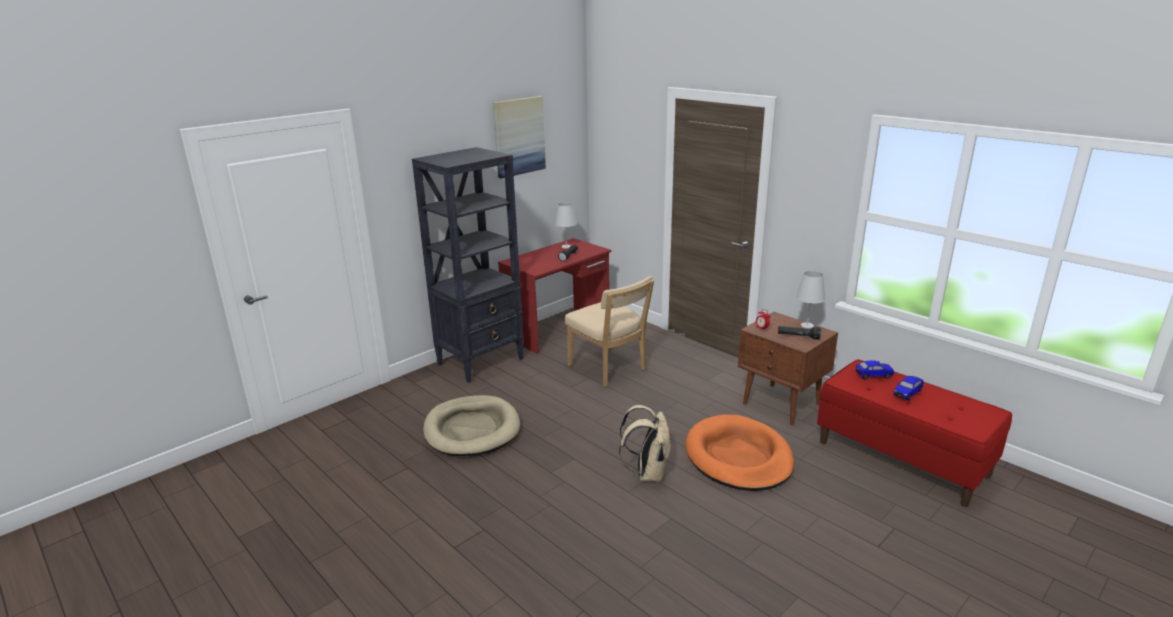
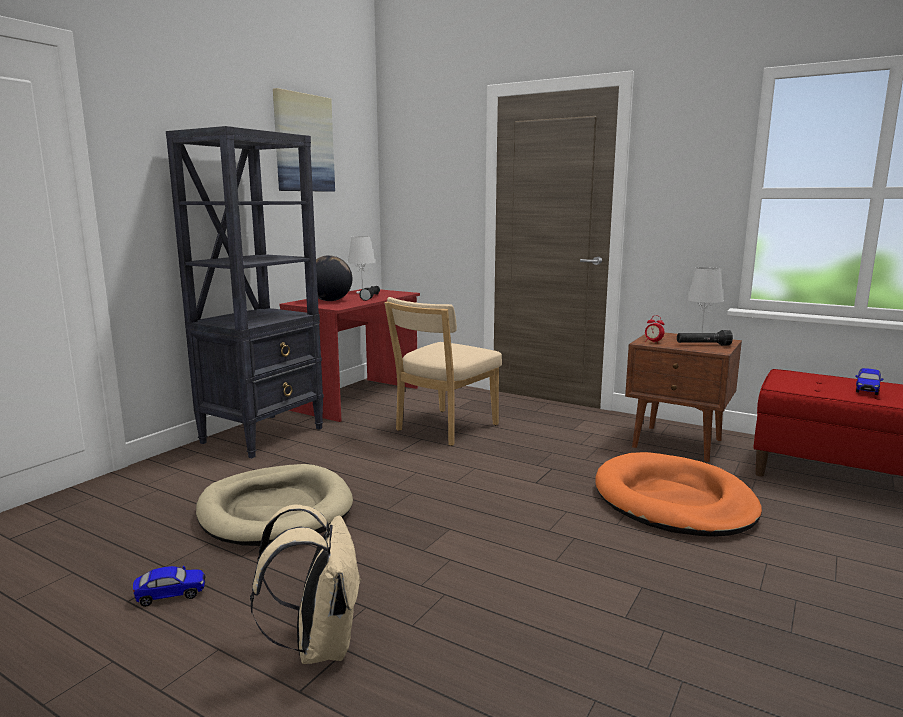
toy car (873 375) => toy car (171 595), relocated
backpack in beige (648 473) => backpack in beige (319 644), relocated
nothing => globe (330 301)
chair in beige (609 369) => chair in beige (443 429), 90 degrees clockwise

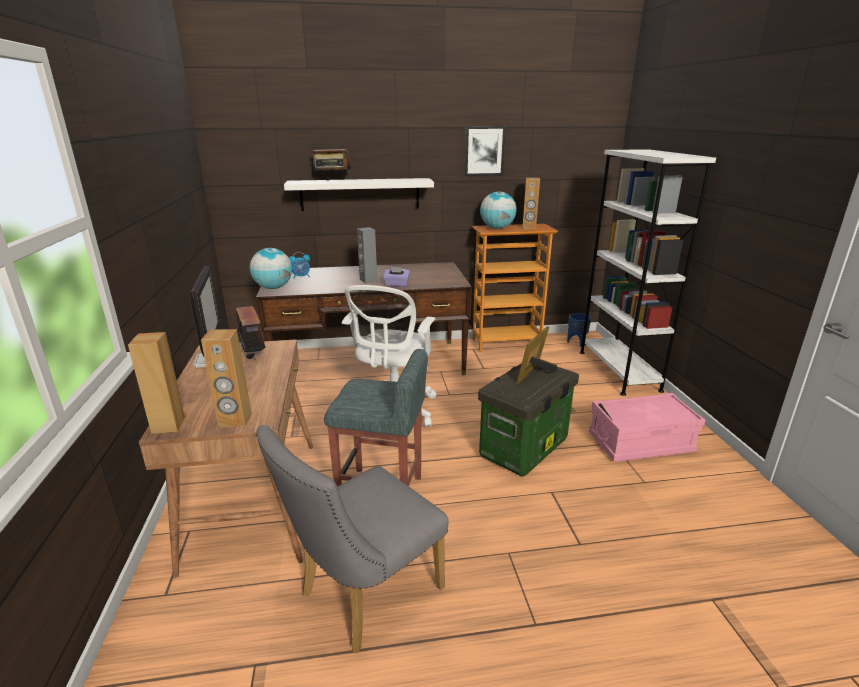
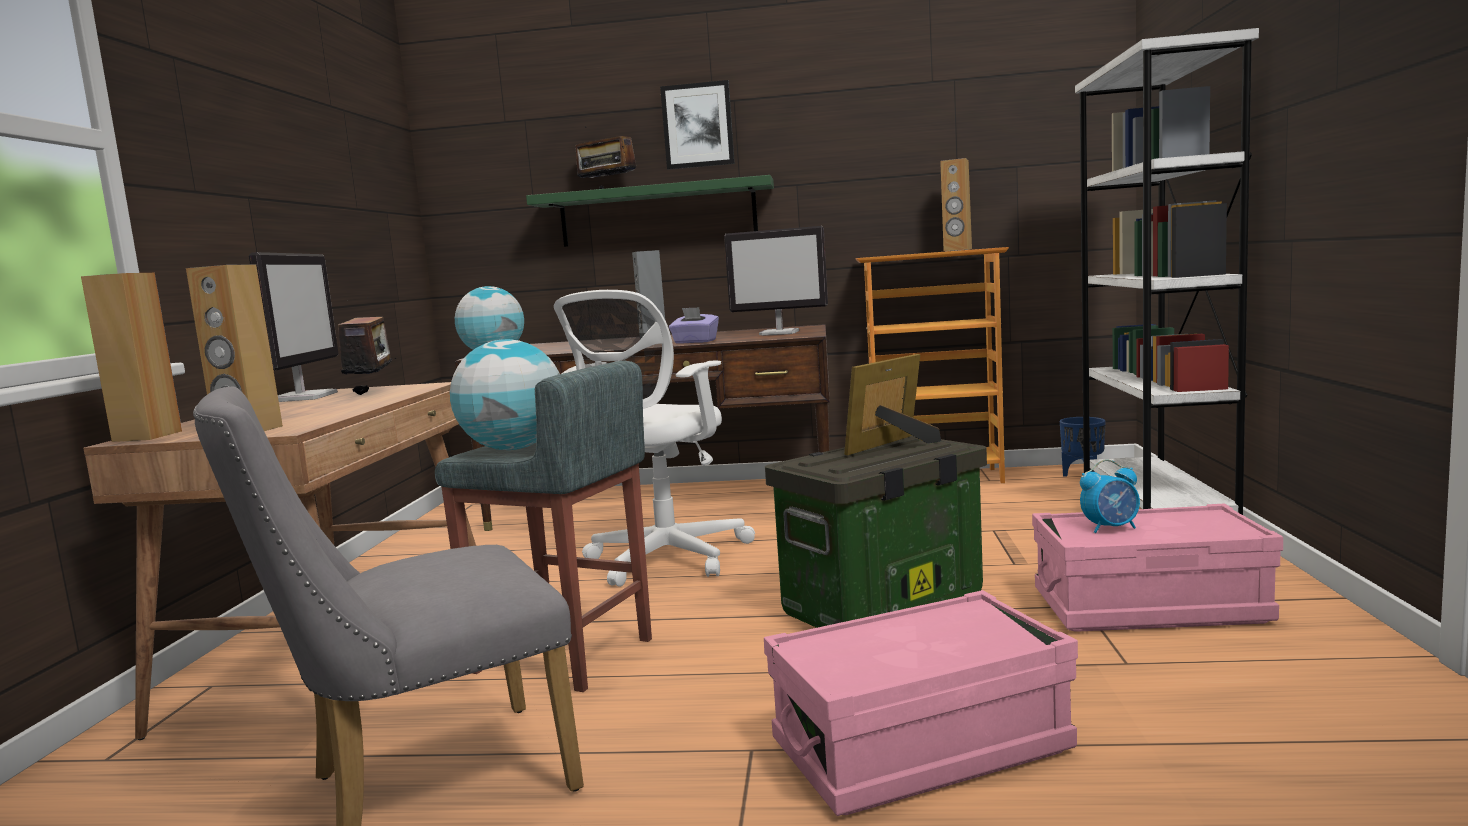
globe (497 228) => globe (513 448), relocated
shelf in white (360 194) => shelf in green (658 214)
picture (484 151) => picture (698 125), relocated
nothing => monitor (780 333)
nothing => storage box in pink (920 747)
alarm clock (301 277) => alarm clock (1111 528), relocated

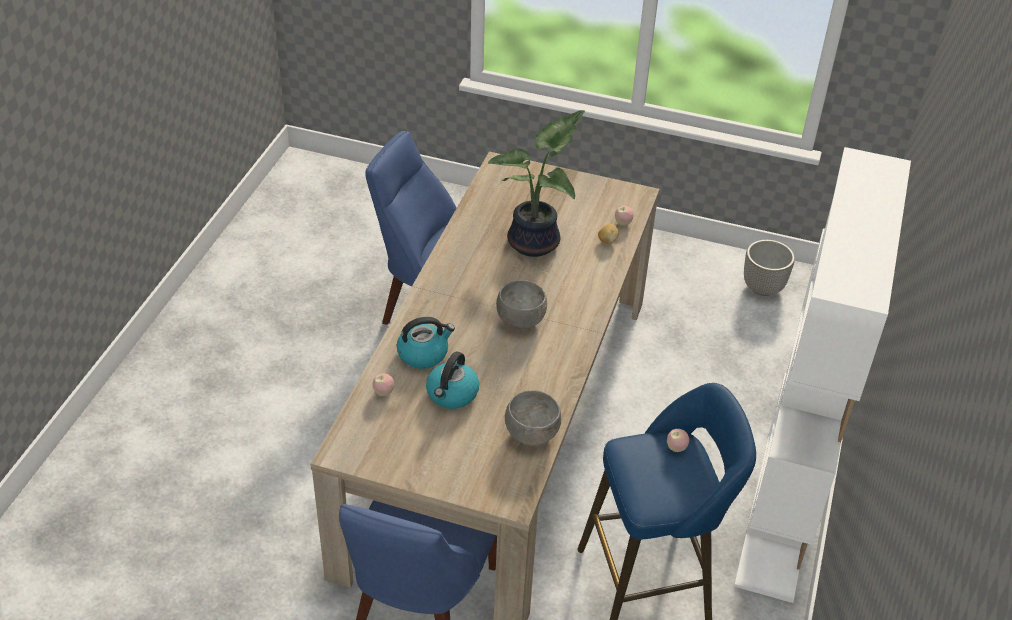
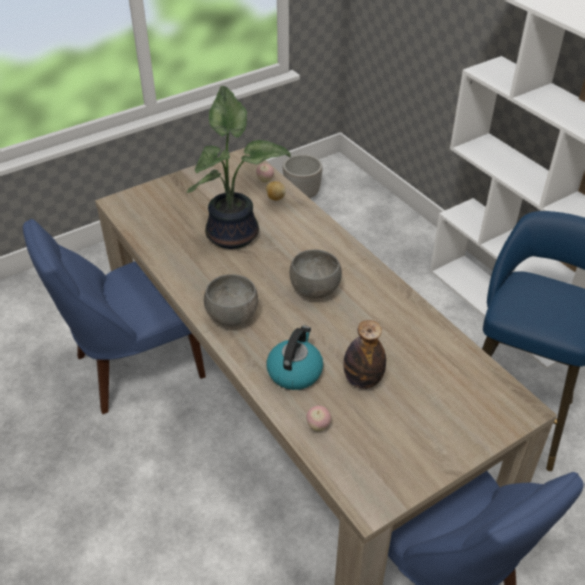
bowl in grey (531 435) => bowl in grey (232 317), relocated
kettle (452 394) => bottle (362 380)
apple (676 448) => nothing

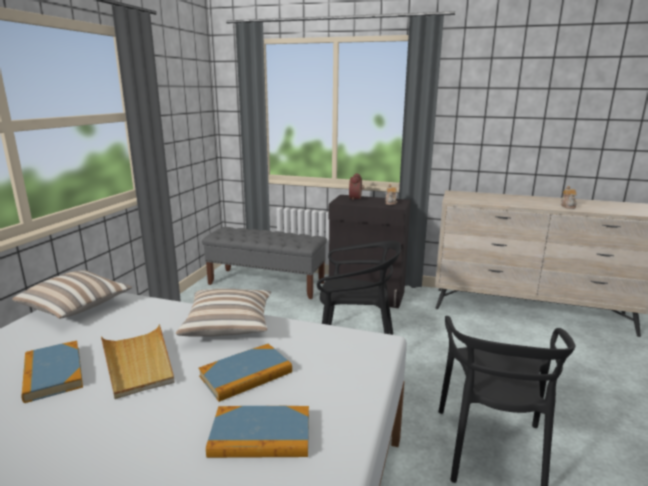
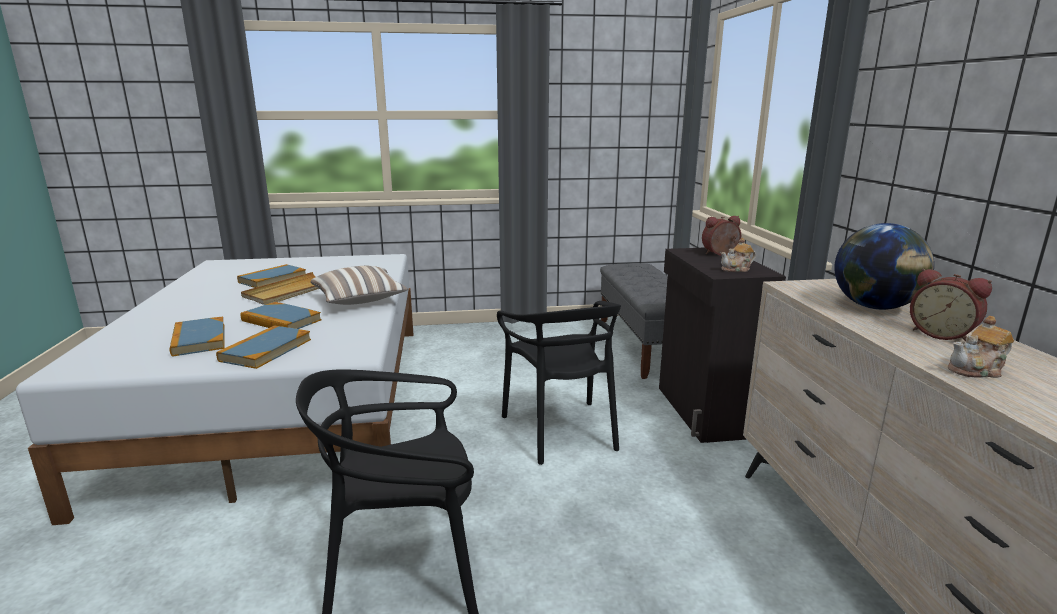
nothing => book (266 350)
nothing => globe (874 307)
nothing => alarm clock (942 334)
pillow (77 308) => nothing

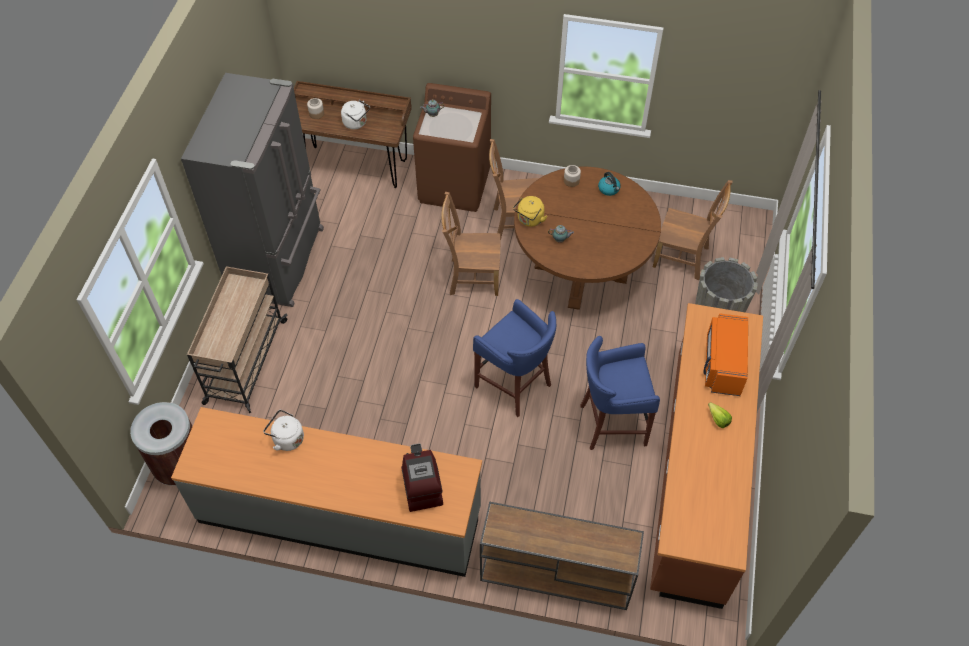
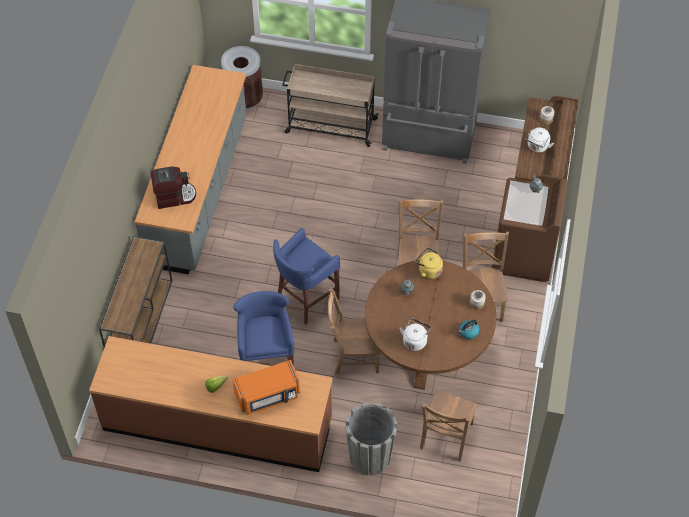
microwave in orange (722 364) => microwave in orange (268 396), 150 degrees clockwise
nothing => chair in brown (353 356)
kettle in white (286 438) => kettle in white (415 340), relocated

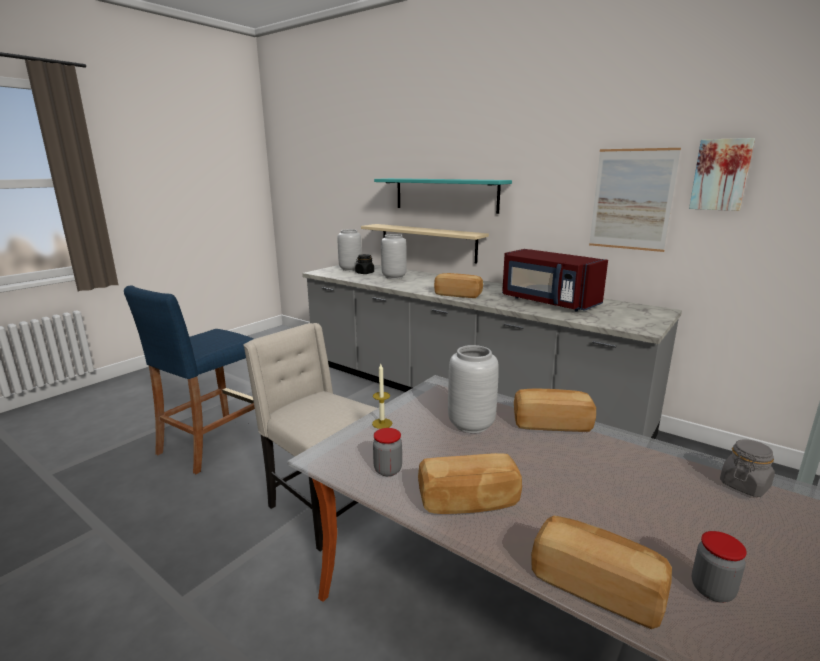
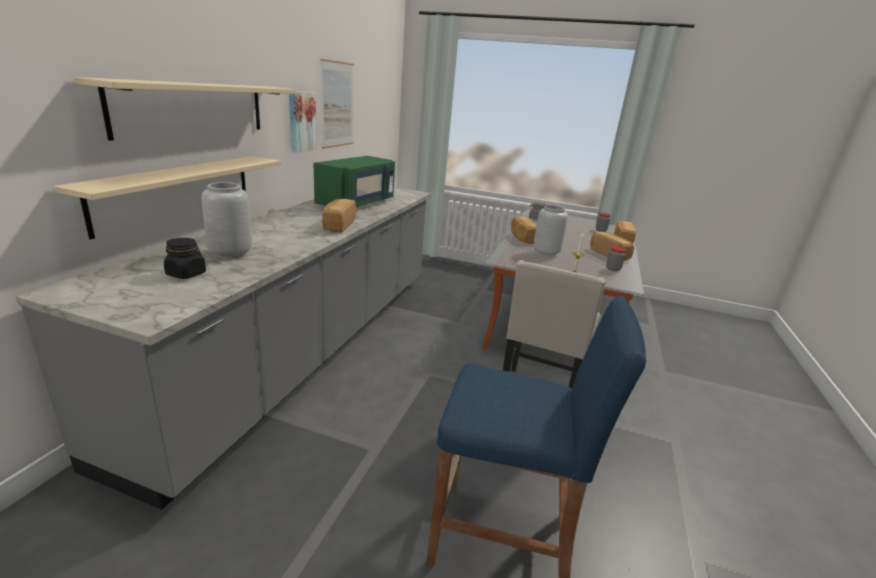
shelf in turquoise (445 195) => shelf in beige (194 108)
picture (721 174) => picture (301 121), relocated
microwave in red (548 302) => microwave in green (357 203)
vase in grey (350 269) => nothing

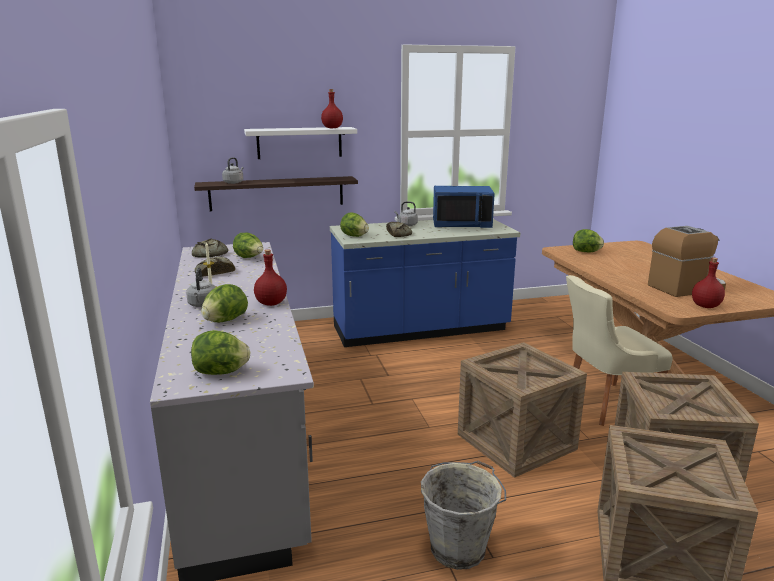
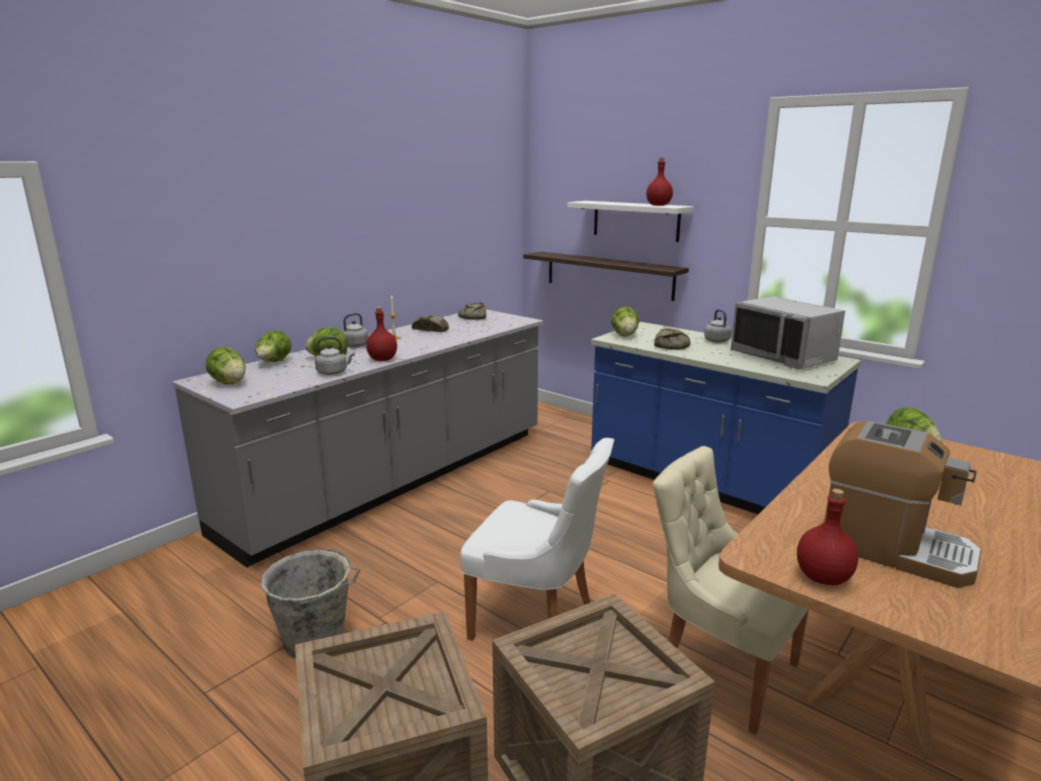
lettuce (249 258) => lettuce (274 362), relocated
kettle in grey (234 182) => kettle in grey (334 372), relocated
crate (516 441) => chair in white (536 621)
microwave in blue (462 224) => microwave in grey (783 357)

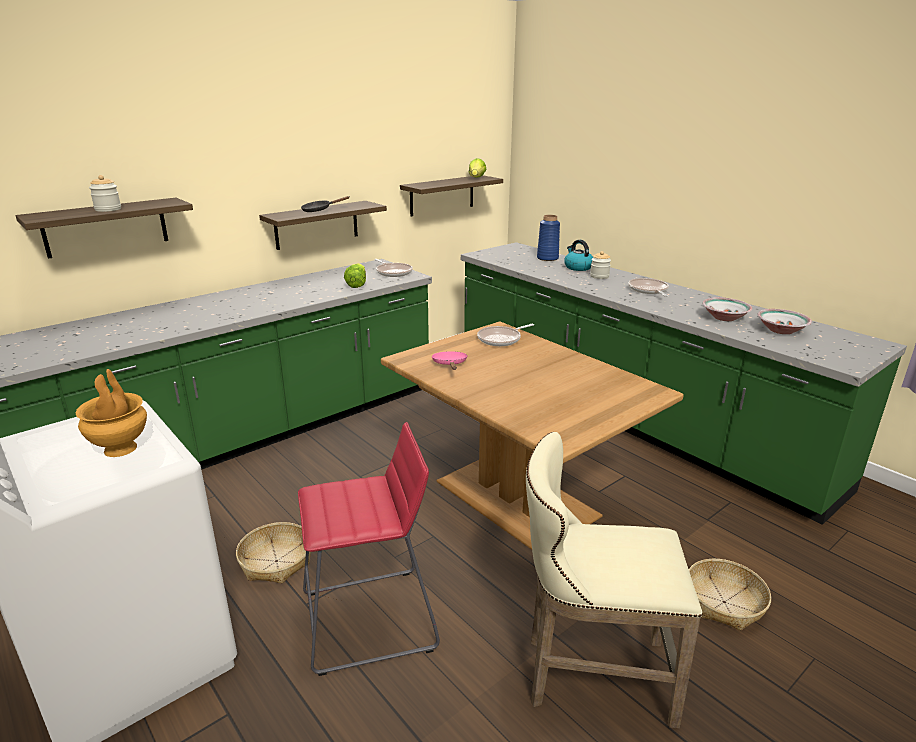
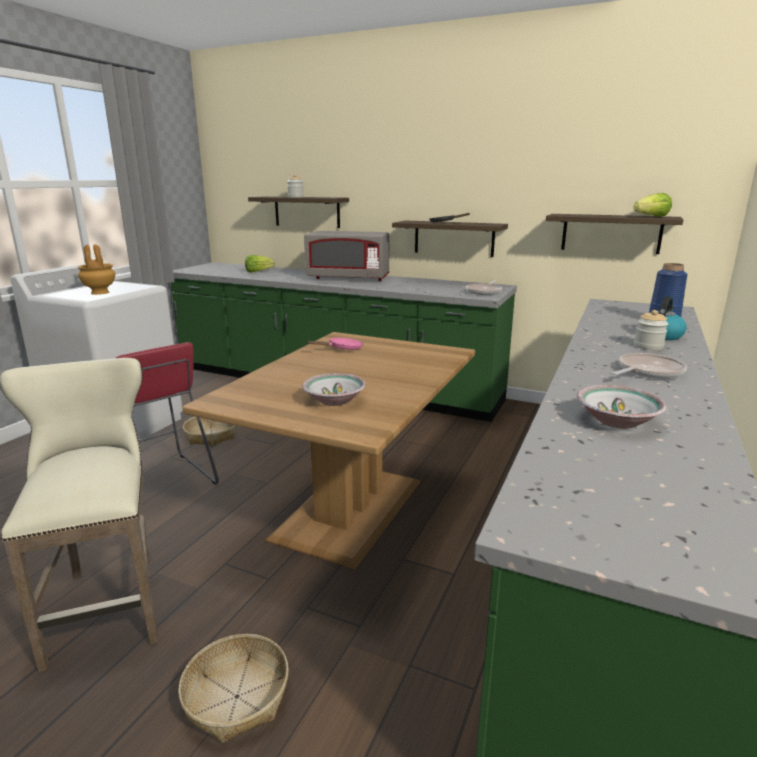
lettuce (357 284) => lettuce (258 272), relocated
bowl (780 330) => bowl (335 400), relocated
nothing => microwave in grey (348 278)
frying pan (501 339) => nothing

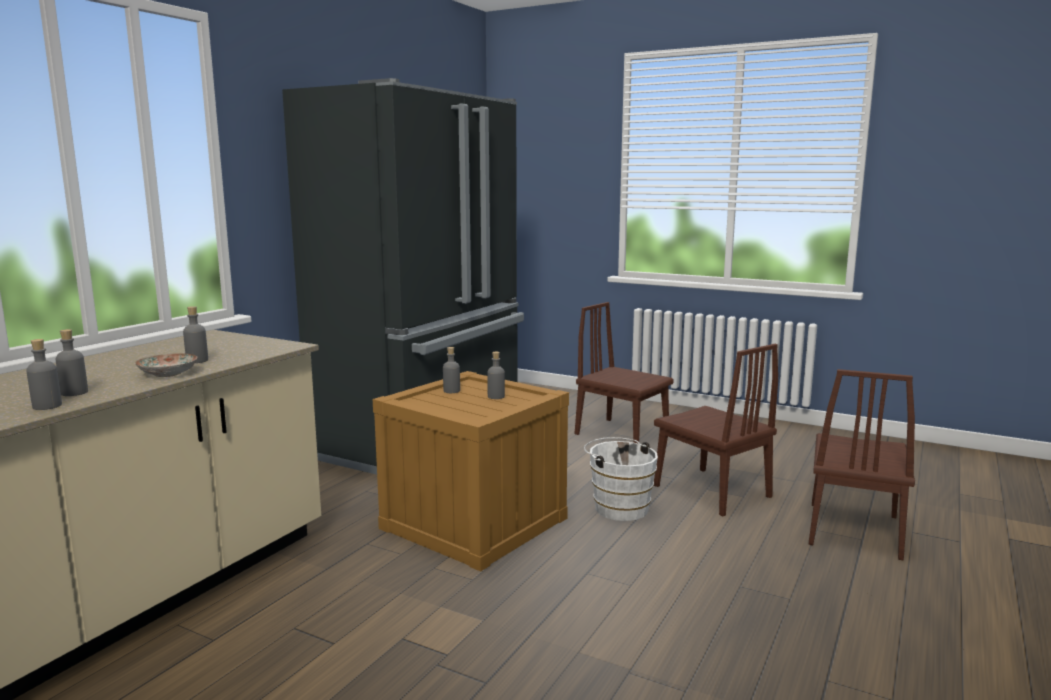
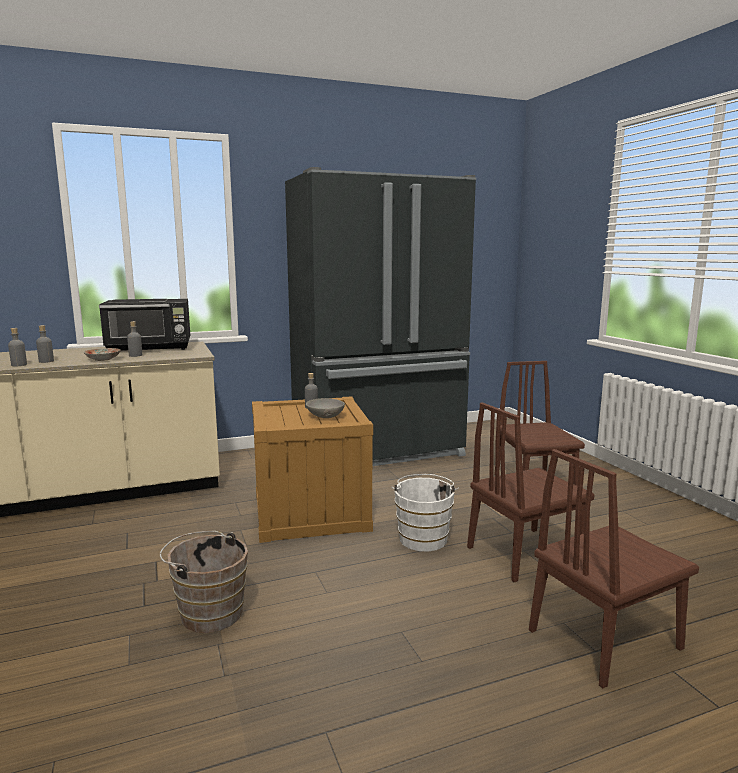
nothing => microwave in black (151 348)
nothing => bucket in brown (208 612)
bottle in grey (496 396) => bowl in grey (326 416)
chair in brown (711 491) => chair in brown (525 553), 60 degrees clockwise

